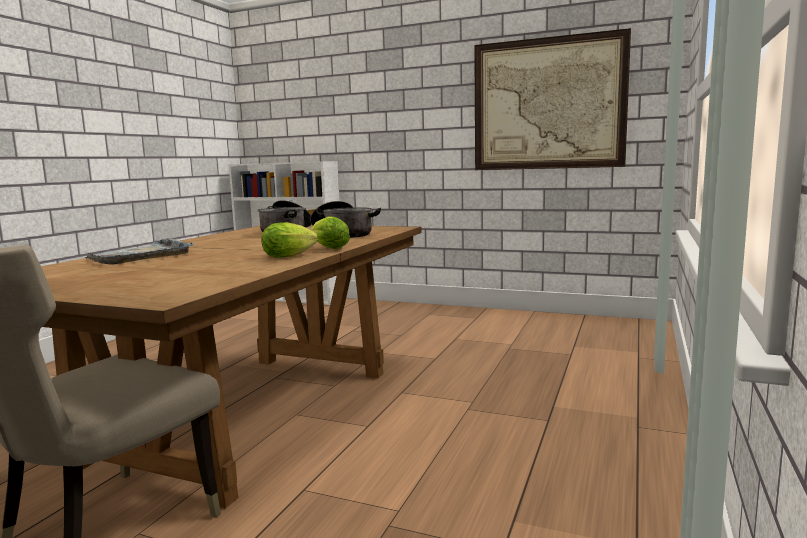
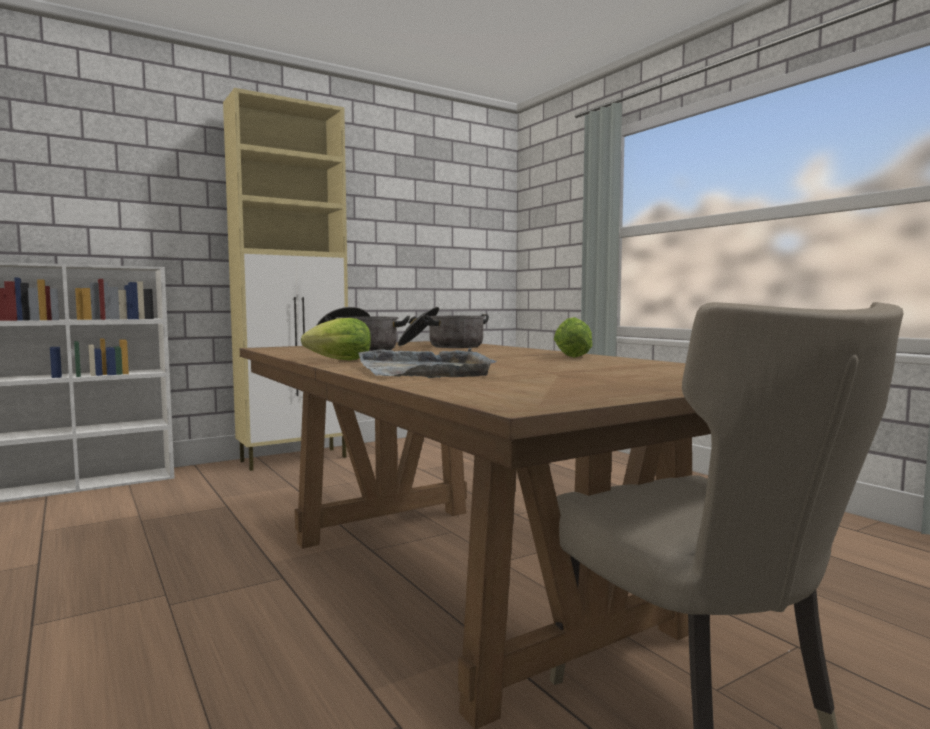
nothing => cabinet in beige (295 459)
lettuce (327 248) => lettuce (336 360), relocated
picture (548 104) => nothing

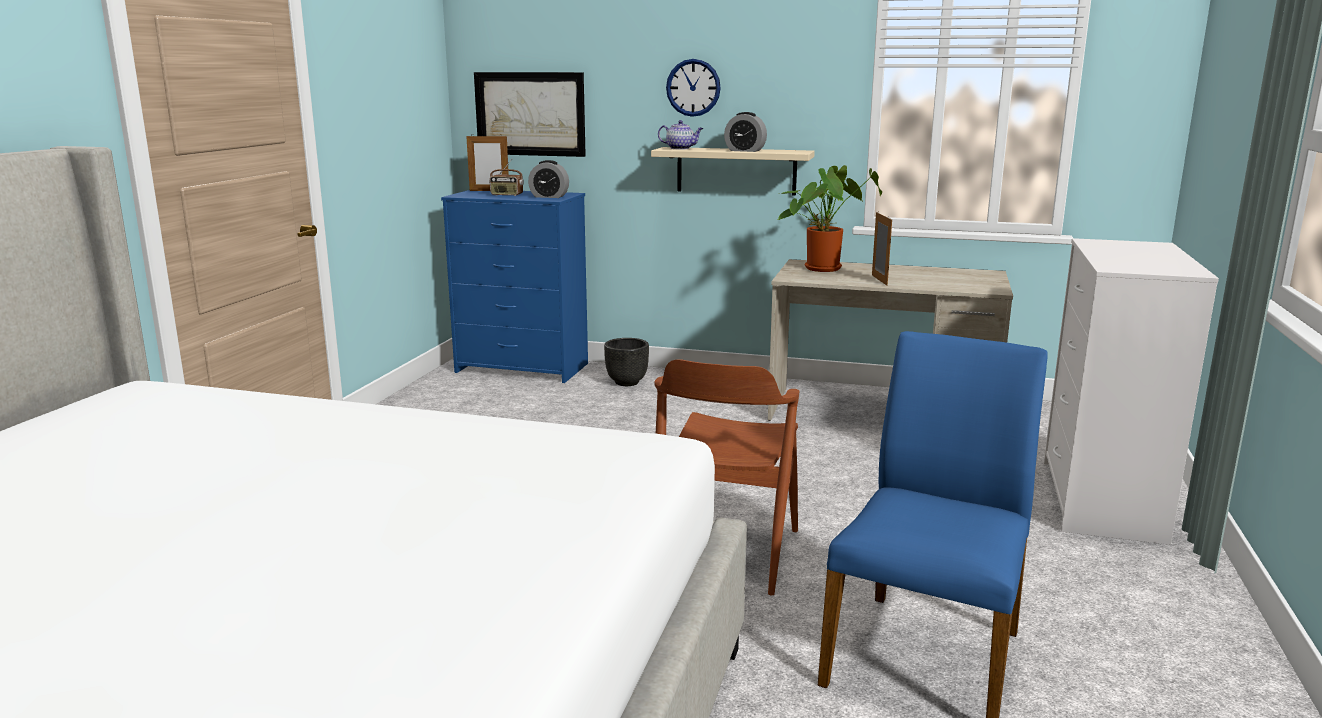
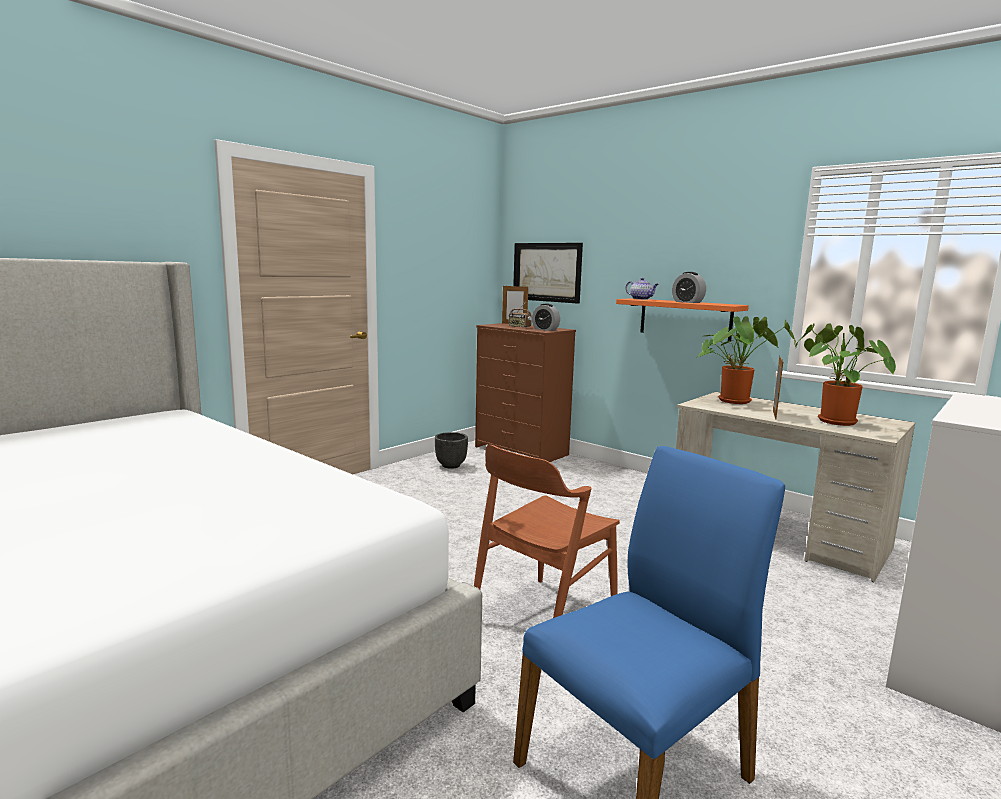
planter in black (627 382) => planter in black (451 465), relocated
dresser in blue (523 368) => dresser in brown (522 451)
shelf in beige (736 171) => shelf in orange (685 319)
nothing => potted plant (832 421)
wall clock (693 87) => nothing

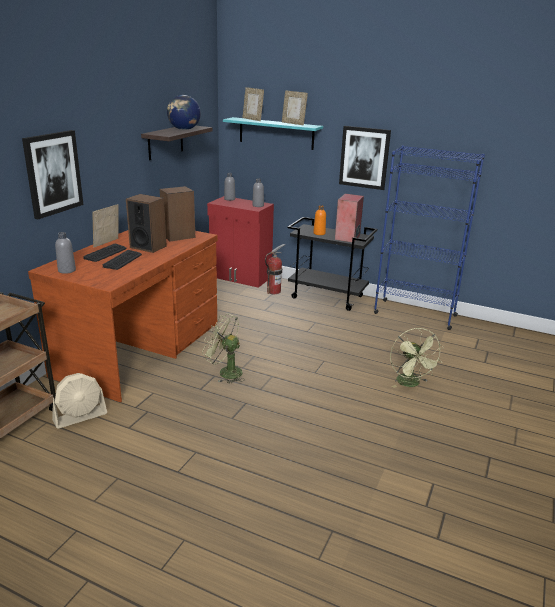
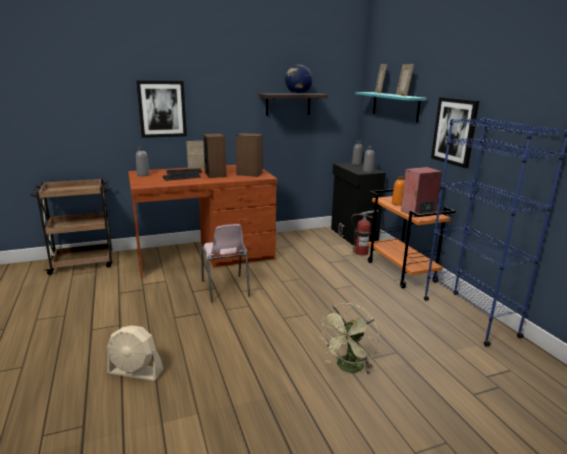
fan in beige (80 417) => fan in beige (135 371), relocated
fan in green (225 372) => chair in pink (225 289)
cabinet in red (240 277) => cabinet in black (353 236)
cart in black (328 297) => cart in orange (401 272)

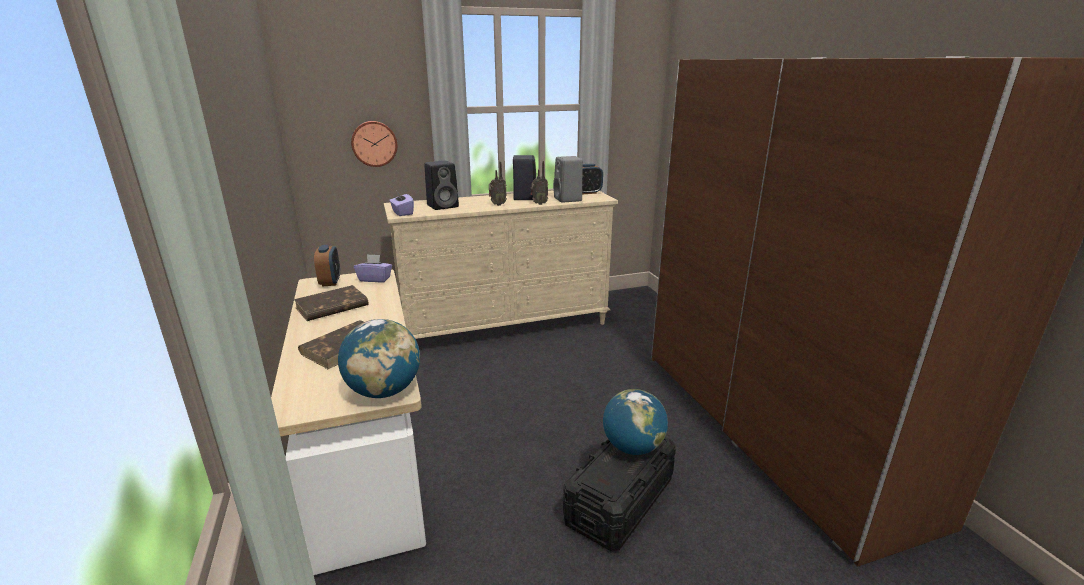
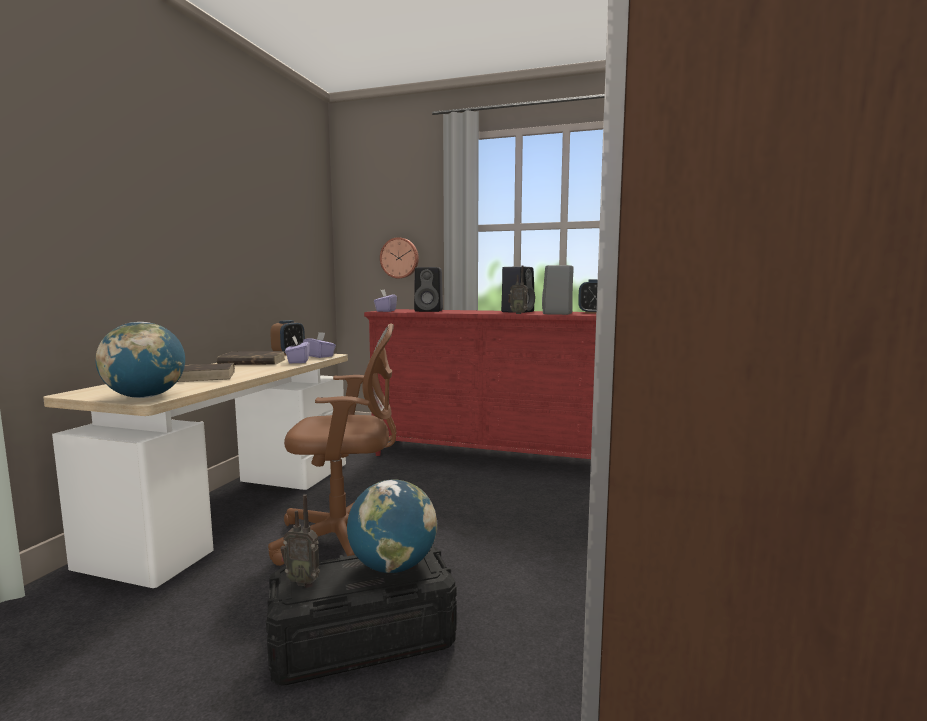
nothing => office chair in brown (346 540)
radio (497 204) => radio (303 581), relocated
nothing => tissue box in purple (298 361)
dresser in beige (506 327) => dresser in red (488 457)

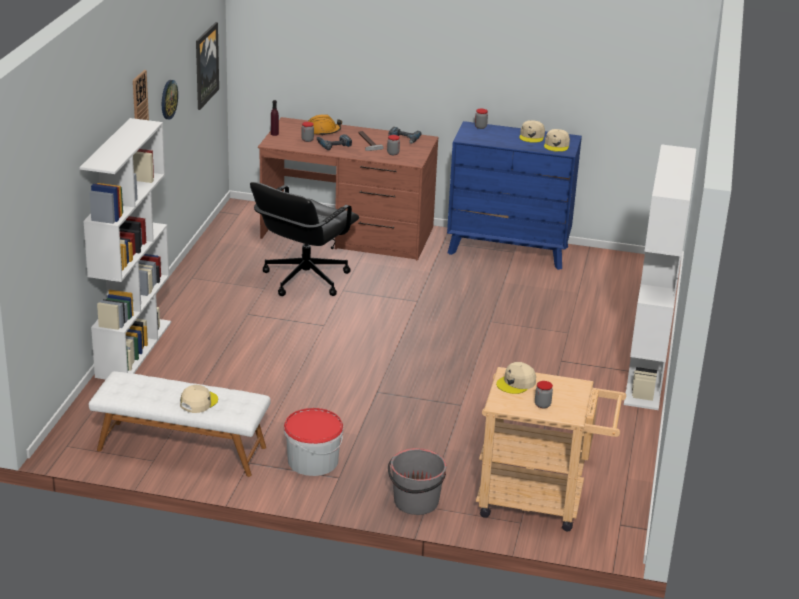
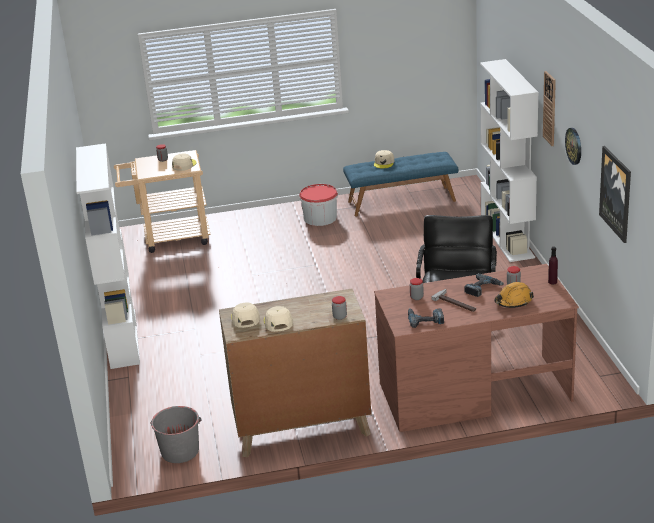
bucket in grey (416 502) => bucket in grey (180 451), relocated
dresser in blue (508 250) => dresser in brown (302 429)
bench in white (181 449) => bench in blue (401 201)

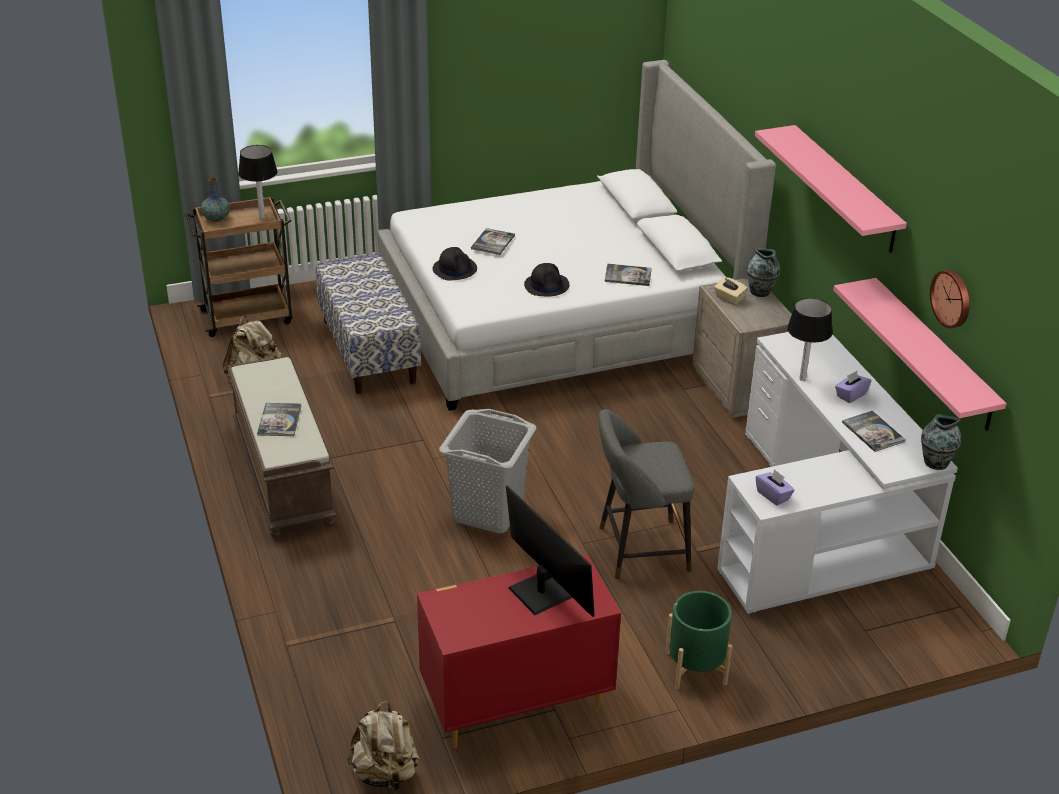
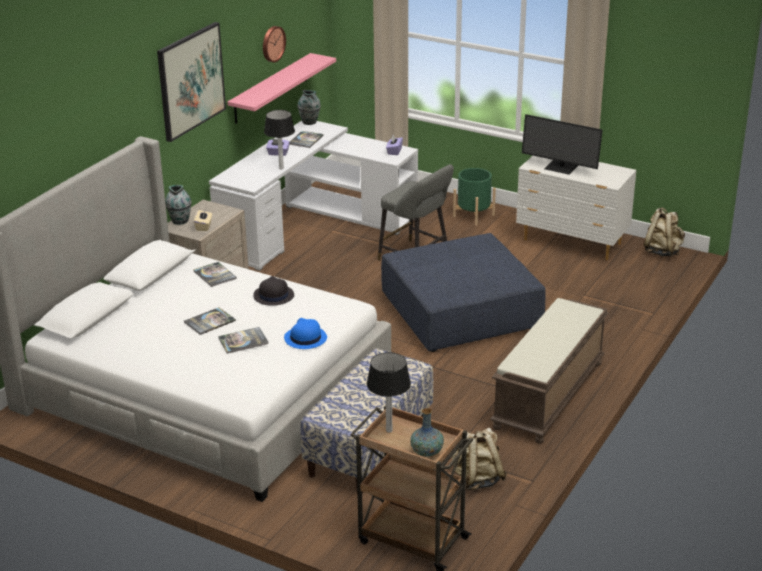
shelf in pink (845 189) => picture (190 80)
book (279 420) => book (209 322), relocated
hat in black (454 269) => hat in blue (305 338)
laundry basket in grey (487 512) => ottoman in blue (461 312)
dresser in red (515 705) => dresser in white (572 242)
monitor (541 592) => monitor (561 167), 75 degrees counterclockwise

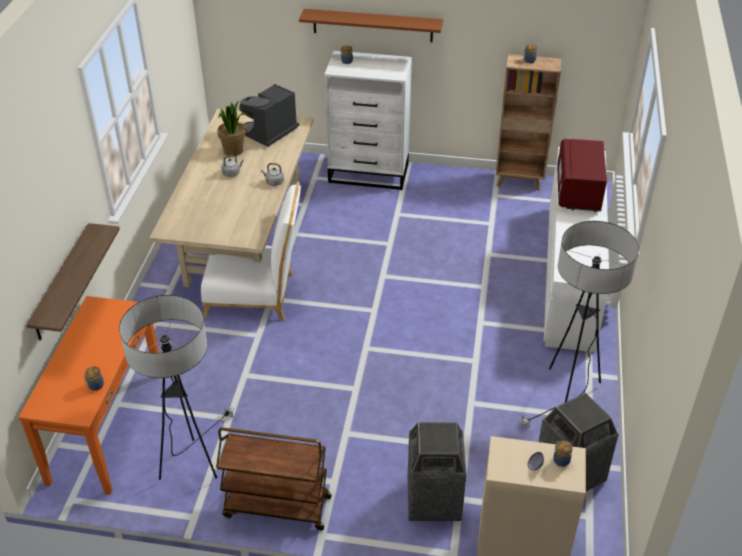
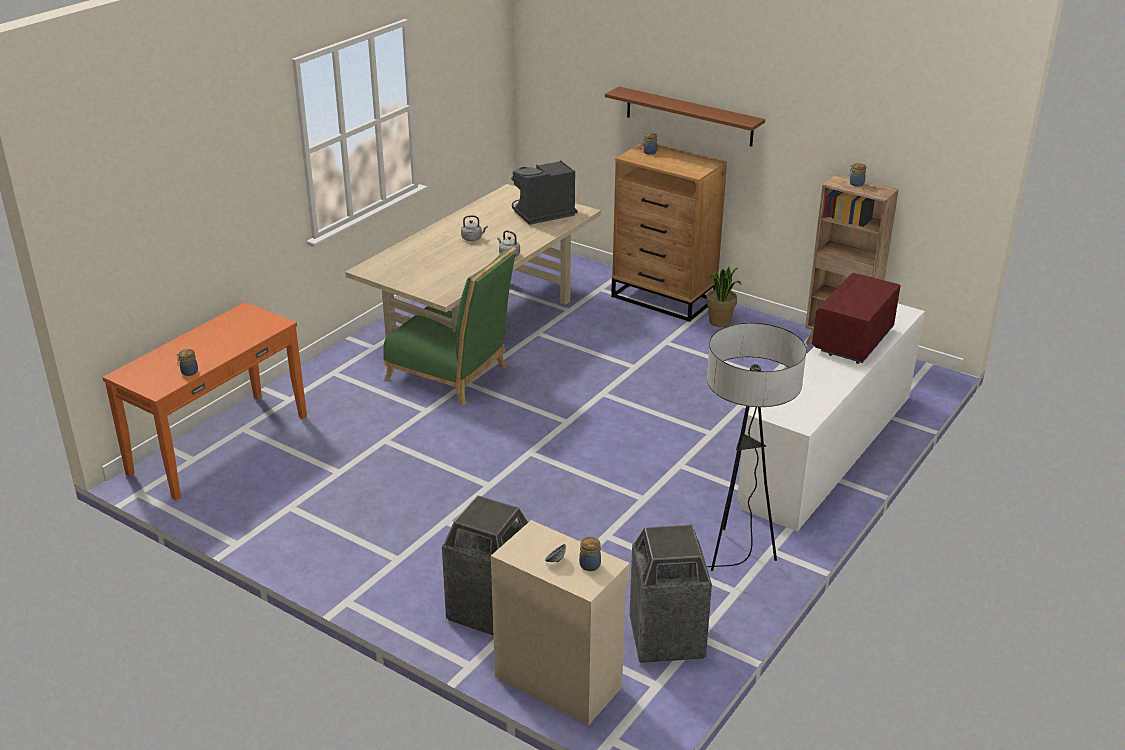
chair in white (256 295) => chair in green (452 376)
dresser in white (369 173) => dresser in brown (664 299)
potted plant (234 151) => potted plant (720 322), relocated
shelf (62 283) => nothing
floor lamp (192 465) => nothing
cart in brown (276 507) => nothing

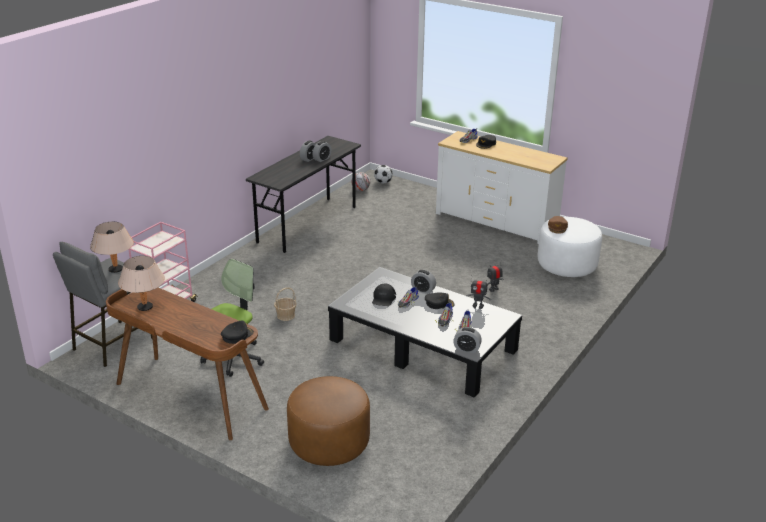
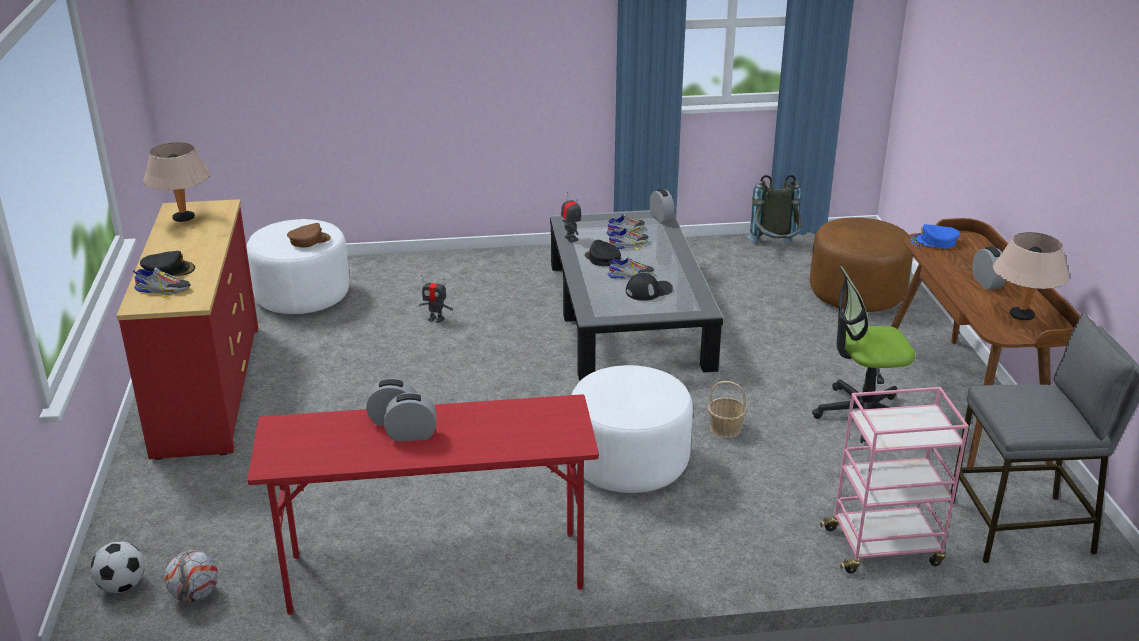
dresser in white (496 222) => dresser in red (207 389)
table lamp in beige (116 269) => table lamp in beige (183 218), relocated
desk in grey (307 224) => desk in red (434 573)
nothing => ottoman in white (629 462)
nothing => backpack in grey (775 249)
cap in black (237 335) => cap in blue (934 242)
alarm clock (423 290) => alarm clock (986 283), relocated

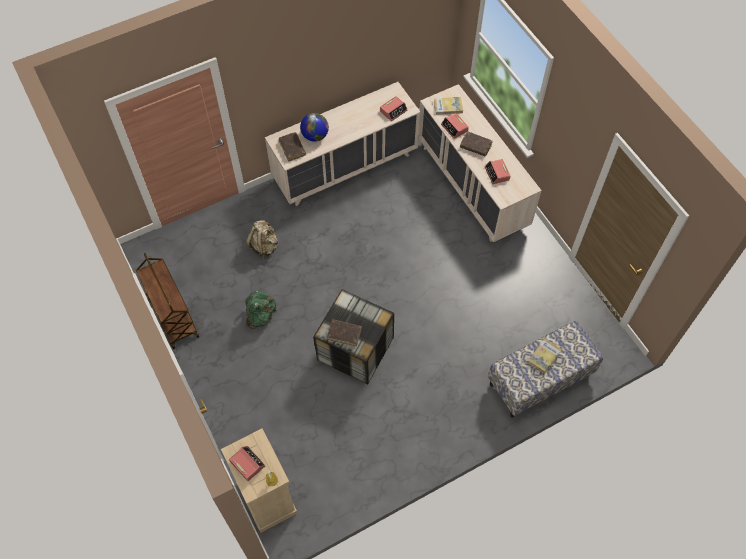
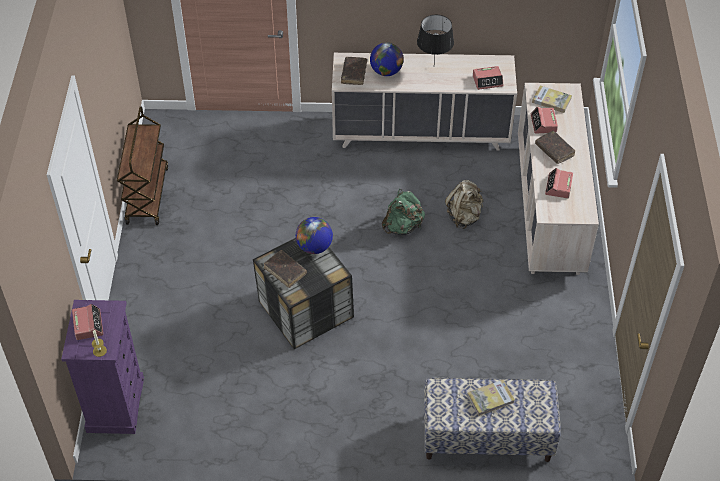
dresser in beige (266 498) => dresser in purple (115 404)
nothing => globe (314 247)
backpack in green (261 316) => backpack in green (402 226), relocated
nothing => table lamp in black (433 67)
backpack in beige (264 246) => backpack in beige (464 216), relocated

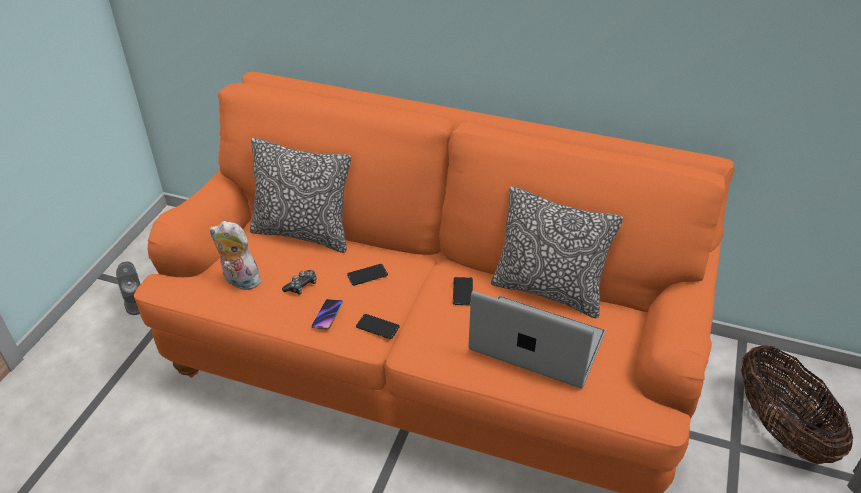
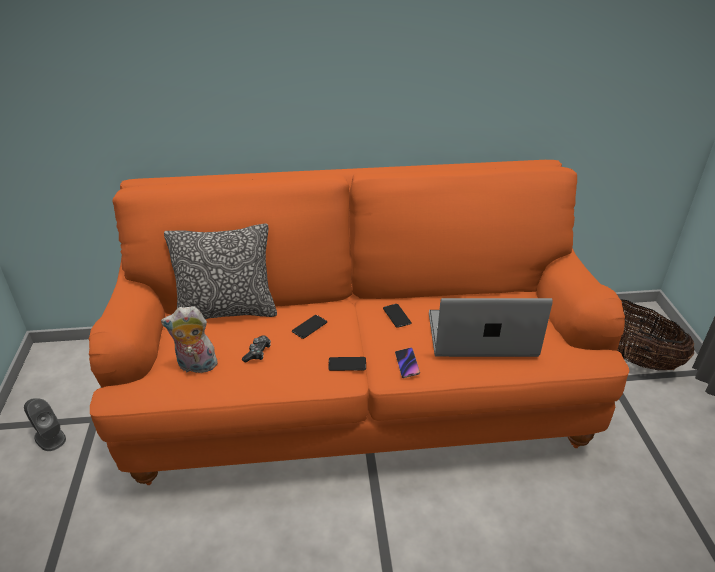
phone (327 316) => phone (407 364), relocated
pillow (548 290) => nothing

